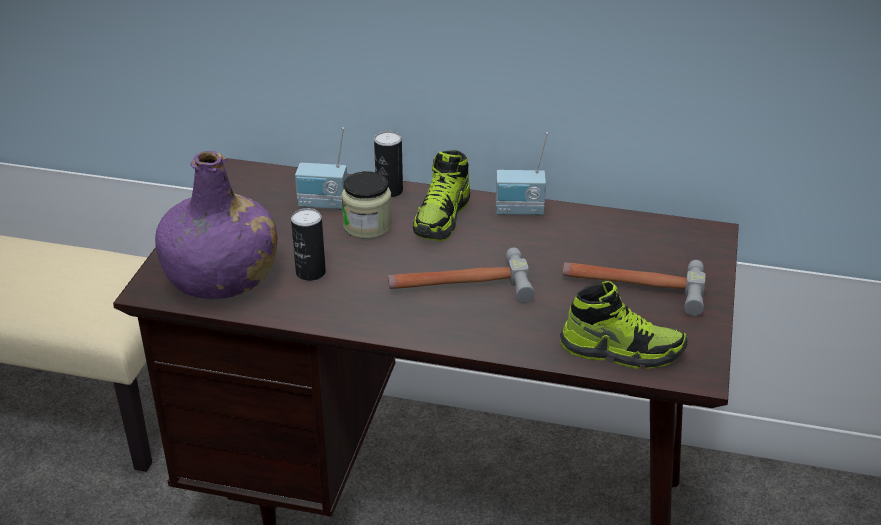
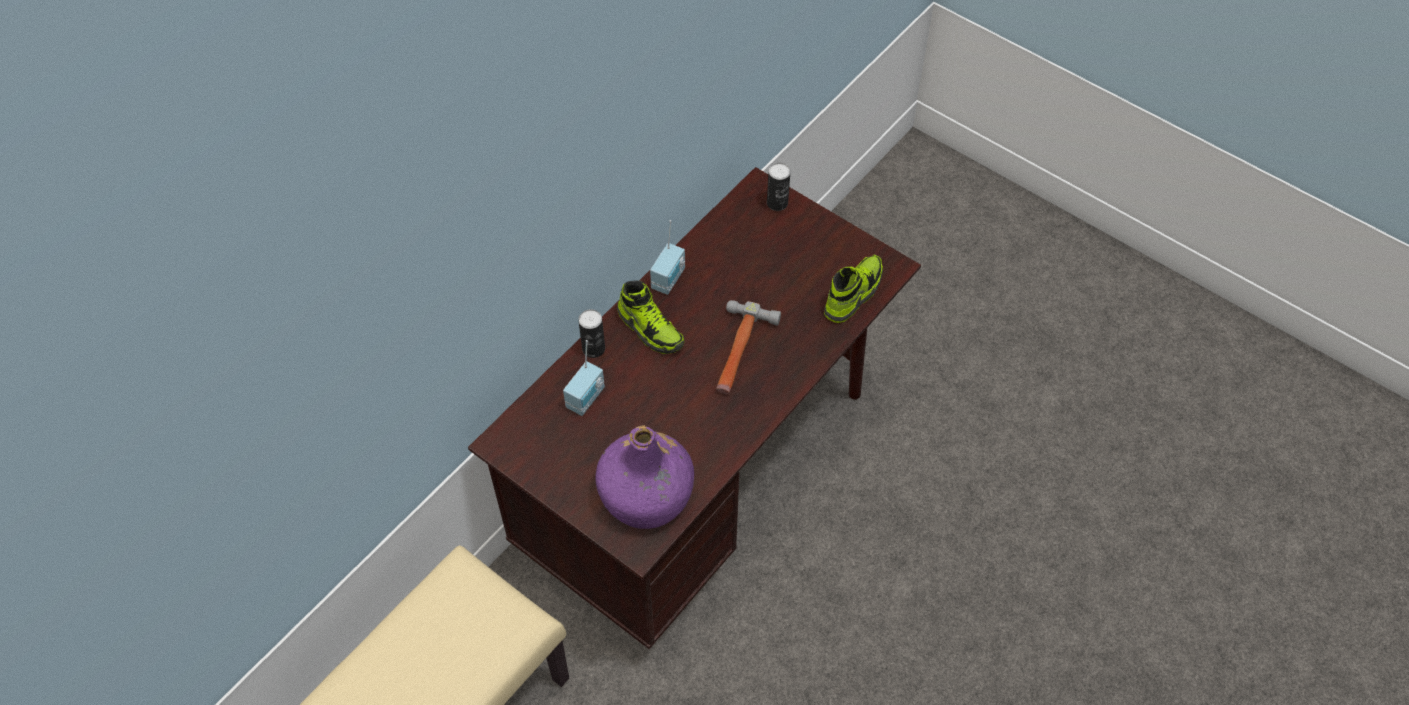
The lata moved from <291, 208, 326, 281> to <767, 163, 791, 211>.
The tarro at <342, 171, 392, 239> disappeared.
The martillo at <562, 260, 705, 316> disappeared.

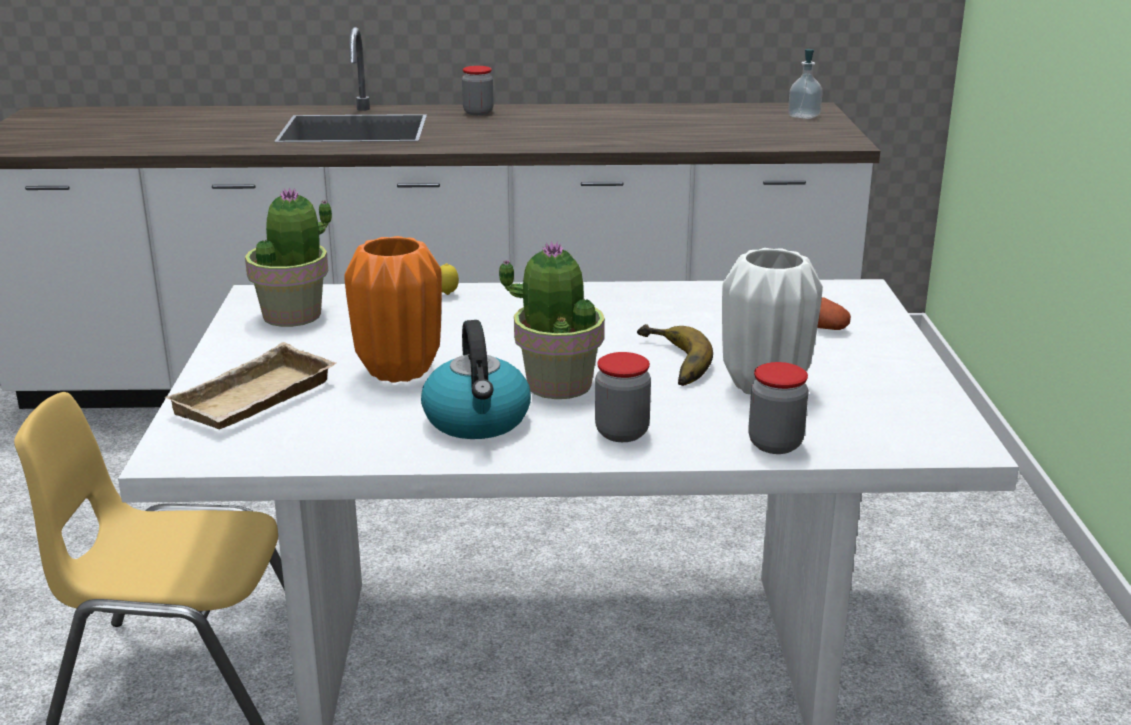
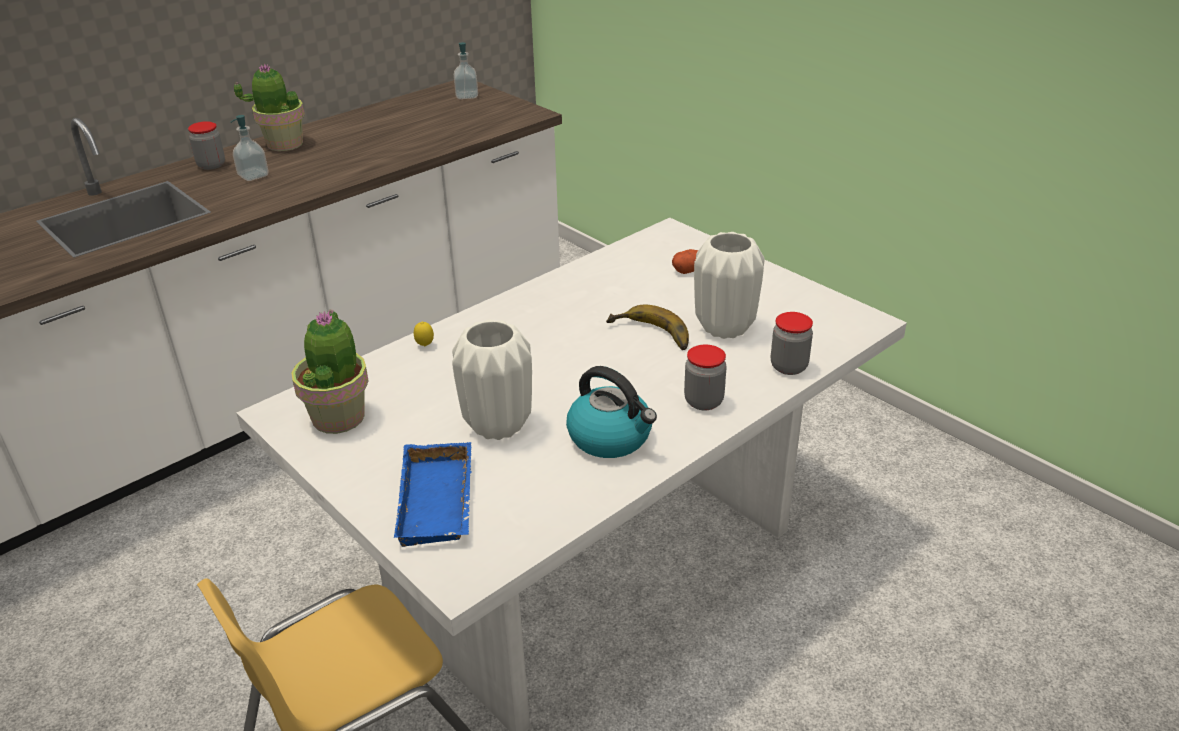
The bandeja [beis] at <164, 342, 336, 429> became the bandeja [azul] at <394, 442, 472, 547>.
The florero [naranja] at <344, 236, 442, 383> became the florero [blanco] at <452, 320, 532, 440>.
The planta en maceta moved from <499, 241, 605, 399> to <234, 63, 305, 151>.
The dispensador de jabón at <231, 115, 268, 181> appeared.

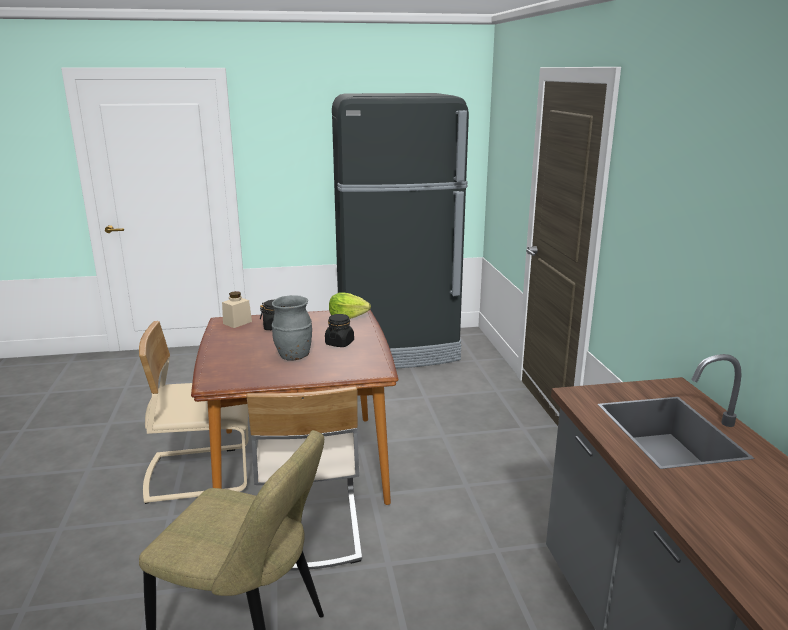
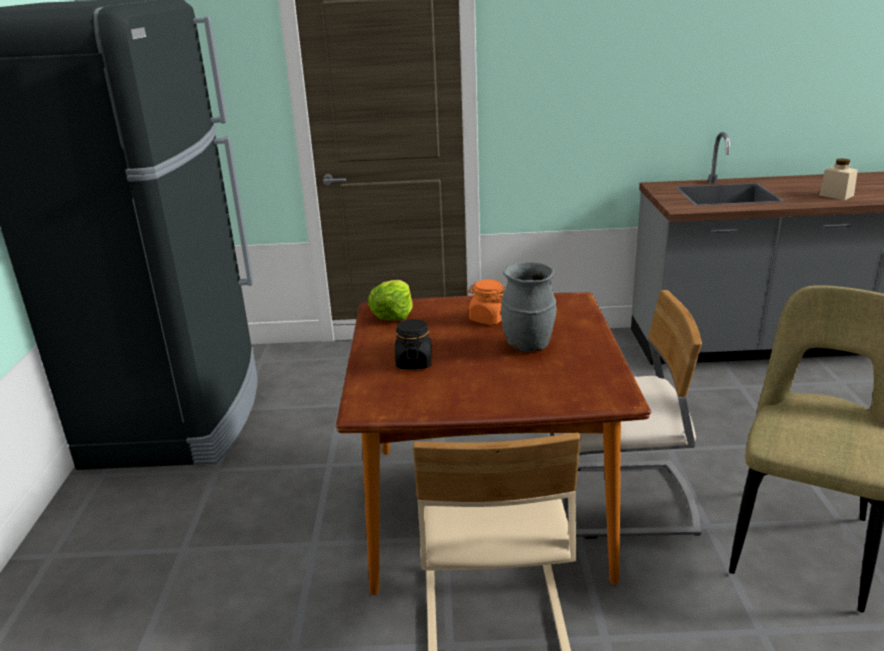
The tarro [beis] moved from <222, 291, 252, 328> to <819, 158, 858, 200>.
The tarro [negro] at <325, 314, 354, 347> became the tarro [naranja] at <468, 279, 505, 325>.

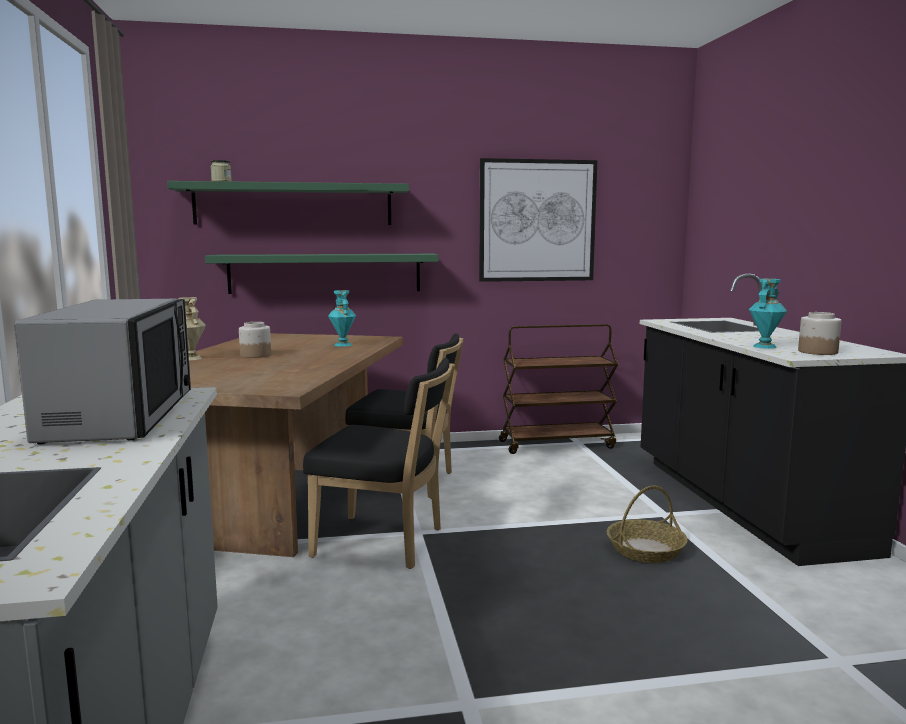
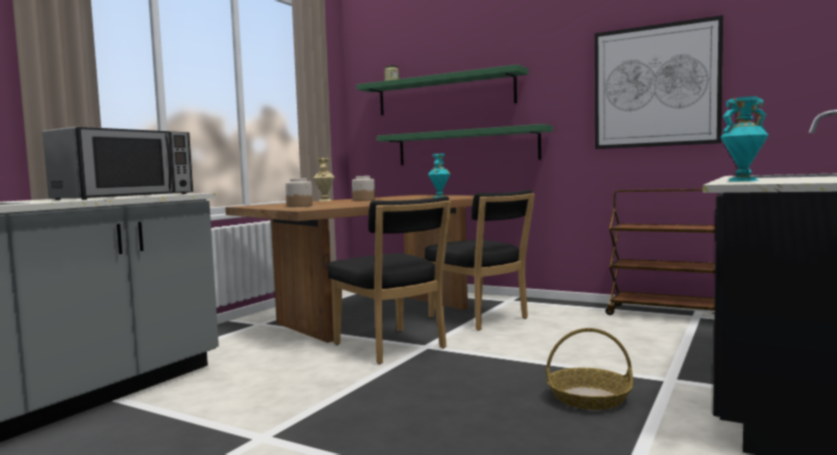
The tarro moved from <798, 312, 841, 355> to <285, 178, 313, 207>.

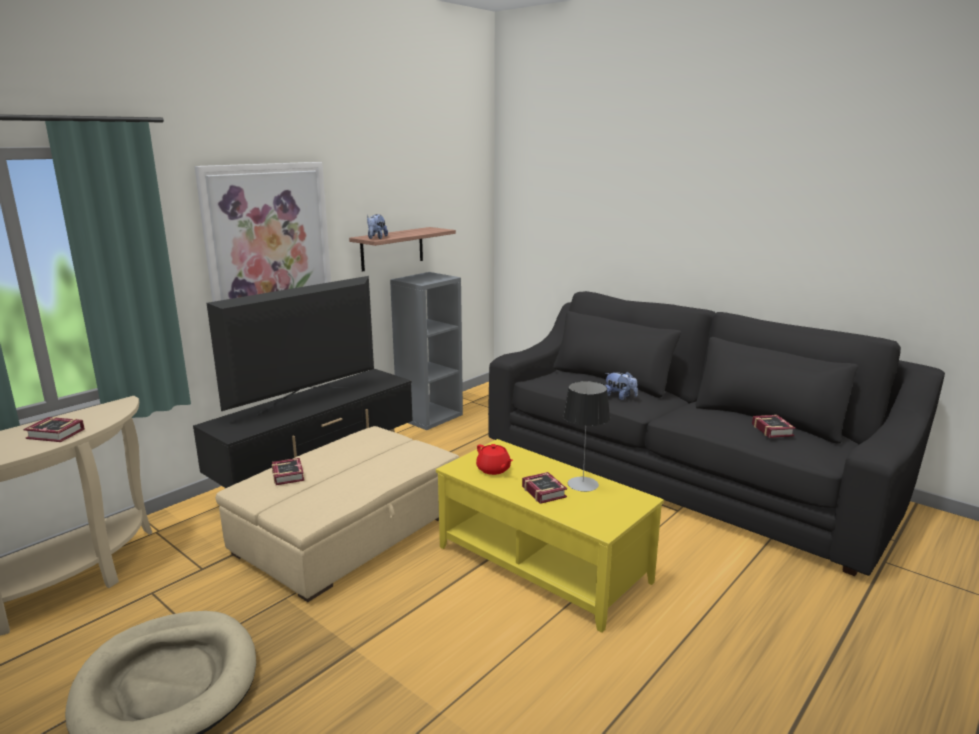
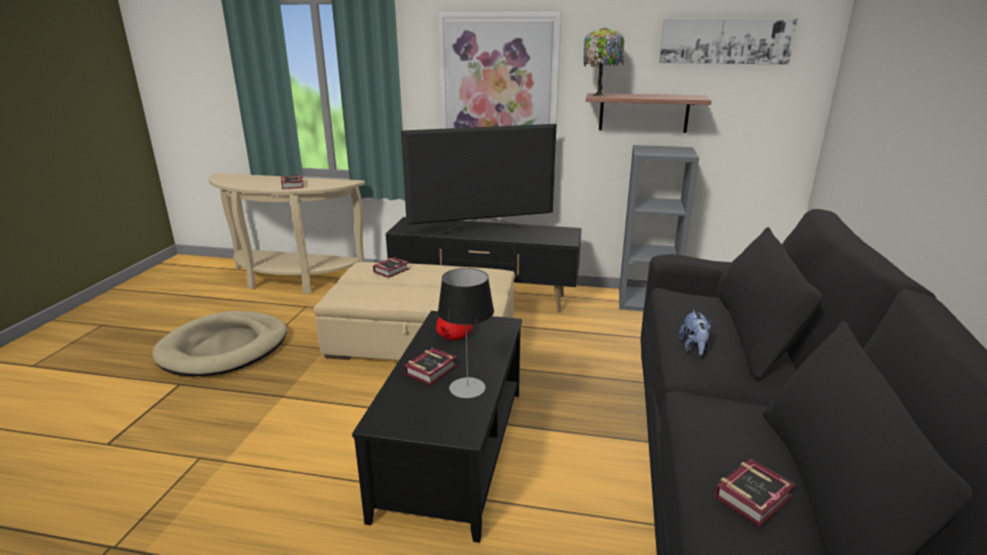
The televisor at <207, 276, 374, 415> turned 150 degrees clockwise.
The peluche at <367, 214, 388, 239> was replaced by the lámpara de mesa at <584, 28, 624, 97>.
The mesa de centro [amarillo] at <436, 439, 664, 633> became the mesa de centro [negro] at <352, 311, 522, 543>.
The cuadro at <659, 19, 797, 65> appeared.

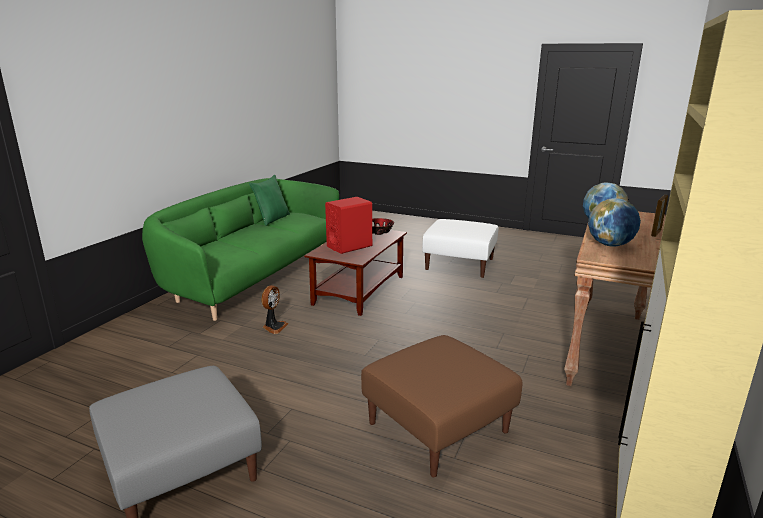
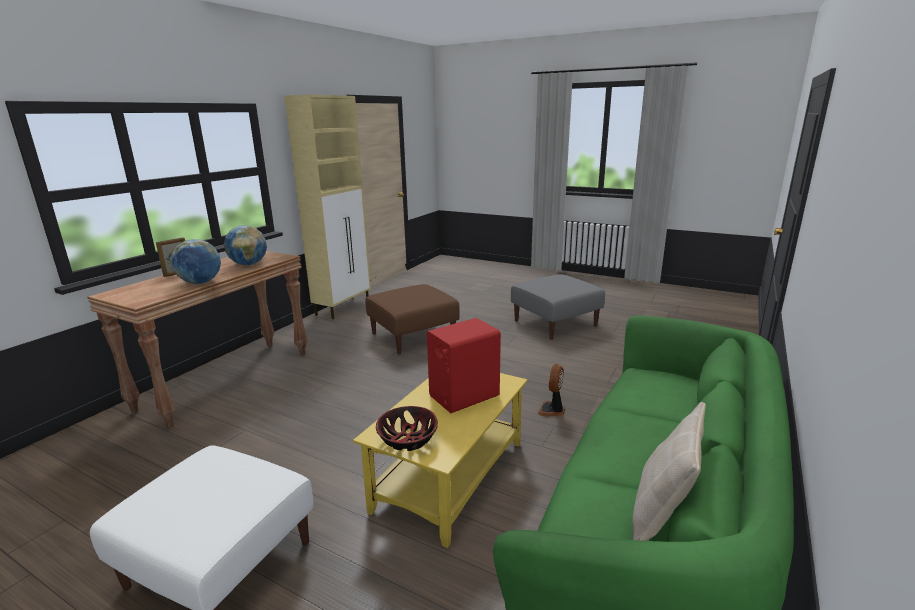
The cojín [verde] at <249, 175, 290, 226> became the cojín [beis] at <632, 402, 706, 541>.
The mesa de centro [marrón] at <304, 230, 407, 316> became the mesa de centro [amarillo] at <353, 373, 528, 548>.

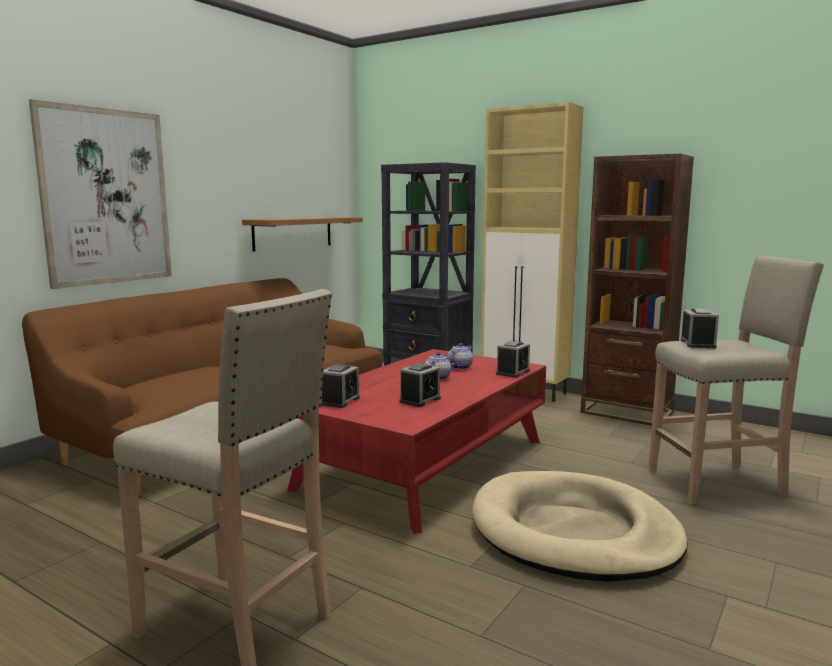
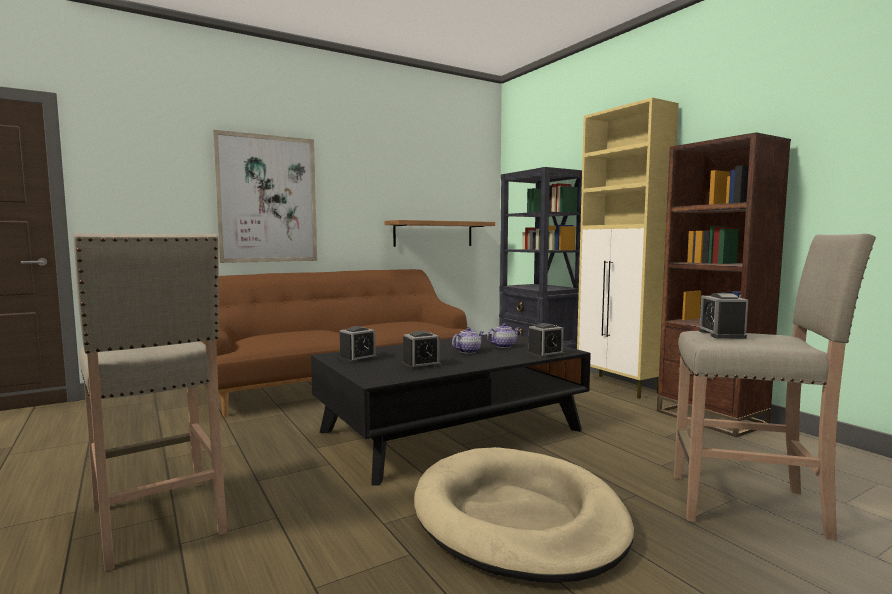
The mesa de centro [rojo] at <287, 349, 546, 534> became the mesa de centro [negro] at <311, 334, 591, 485>.
The despertador at <681, 308, 719, 348> turned 150 degrees clockwise.

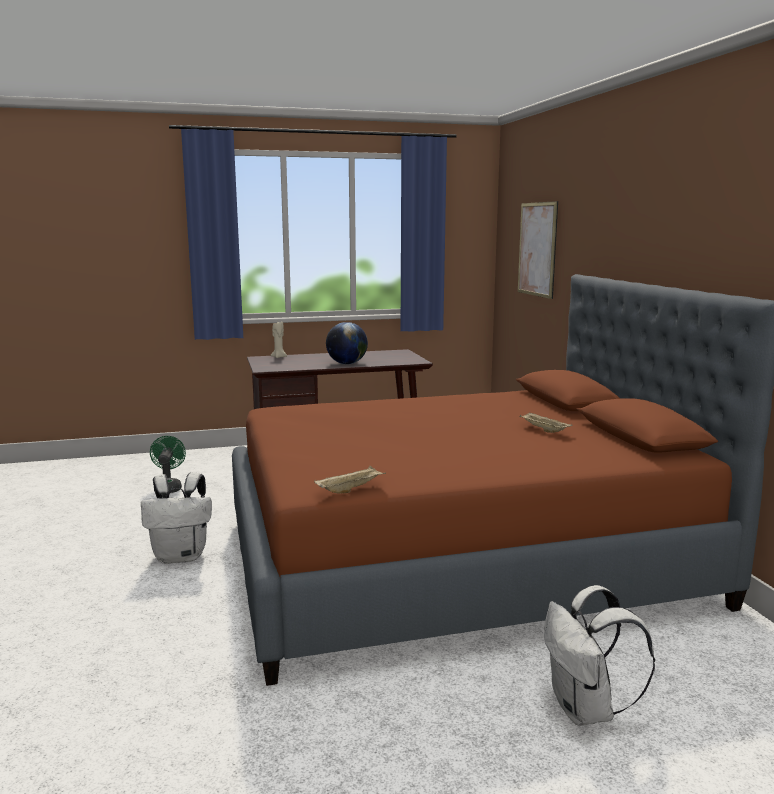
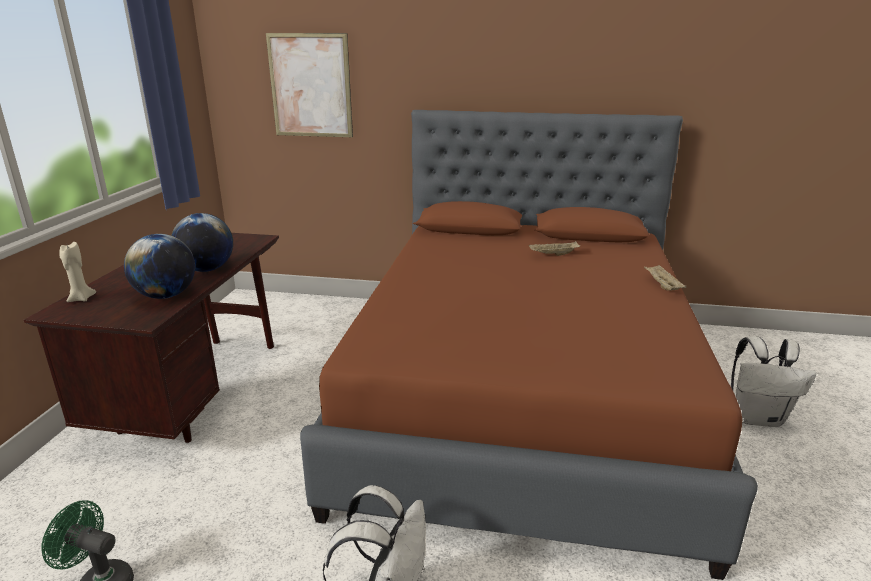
The bandeja [beis] moved from <314, 466, 386, 494> to <644, 265, 686, 291>.
The globo terráqueo at <124, 234, 195, 299> appeared.

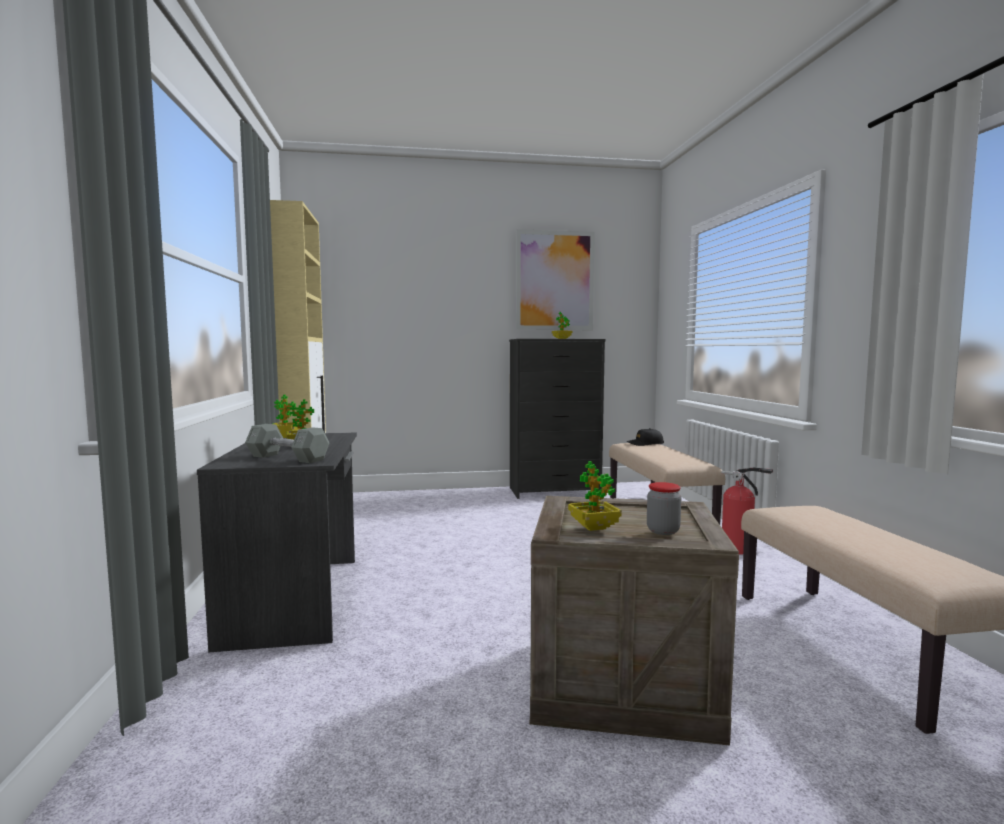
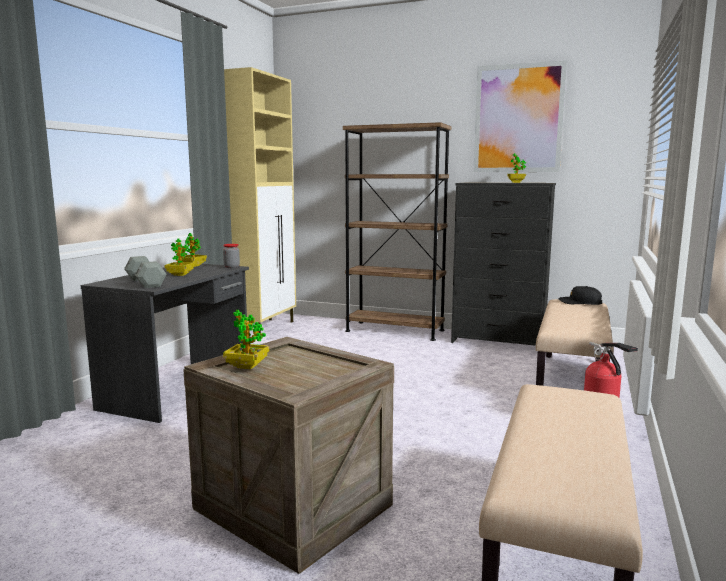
The tarro moved from <647, 482, 681, 535> to <223, 244, 240, 268>.
The estantería [marrón] at <343, 122, 451, 341> appeared.

